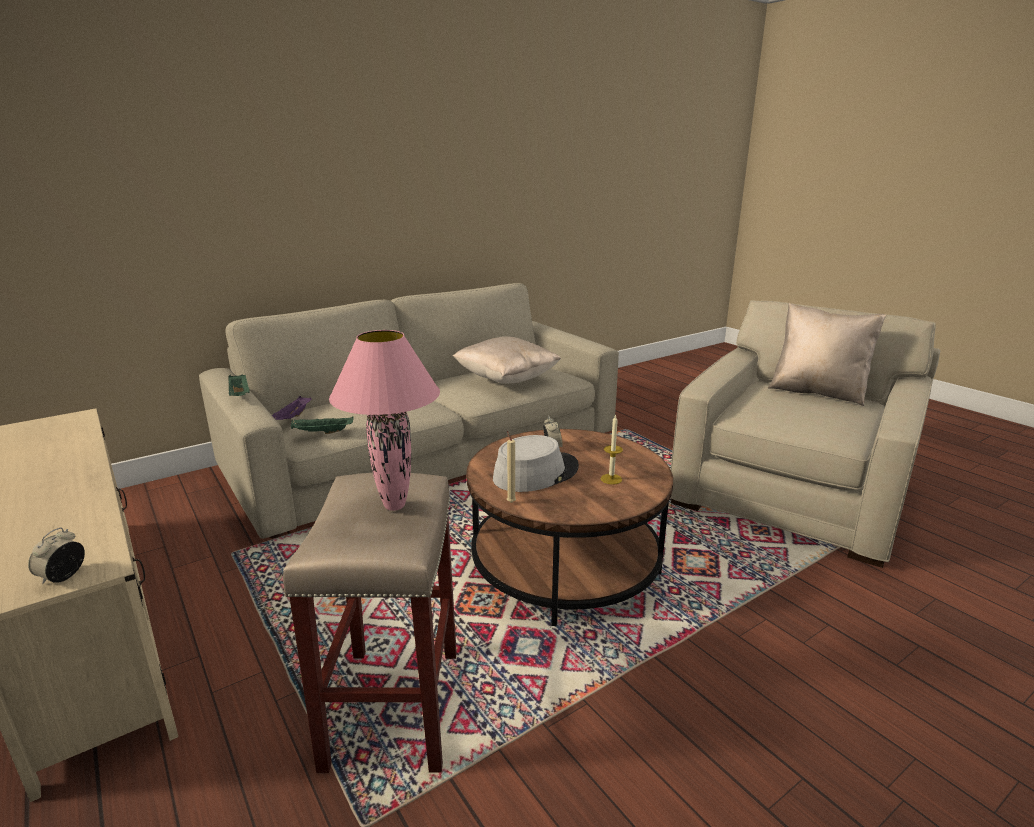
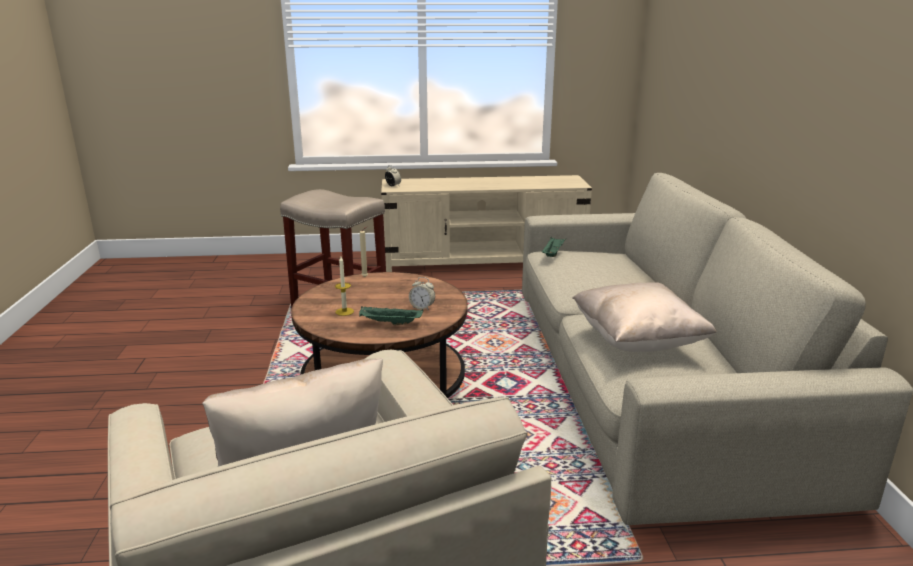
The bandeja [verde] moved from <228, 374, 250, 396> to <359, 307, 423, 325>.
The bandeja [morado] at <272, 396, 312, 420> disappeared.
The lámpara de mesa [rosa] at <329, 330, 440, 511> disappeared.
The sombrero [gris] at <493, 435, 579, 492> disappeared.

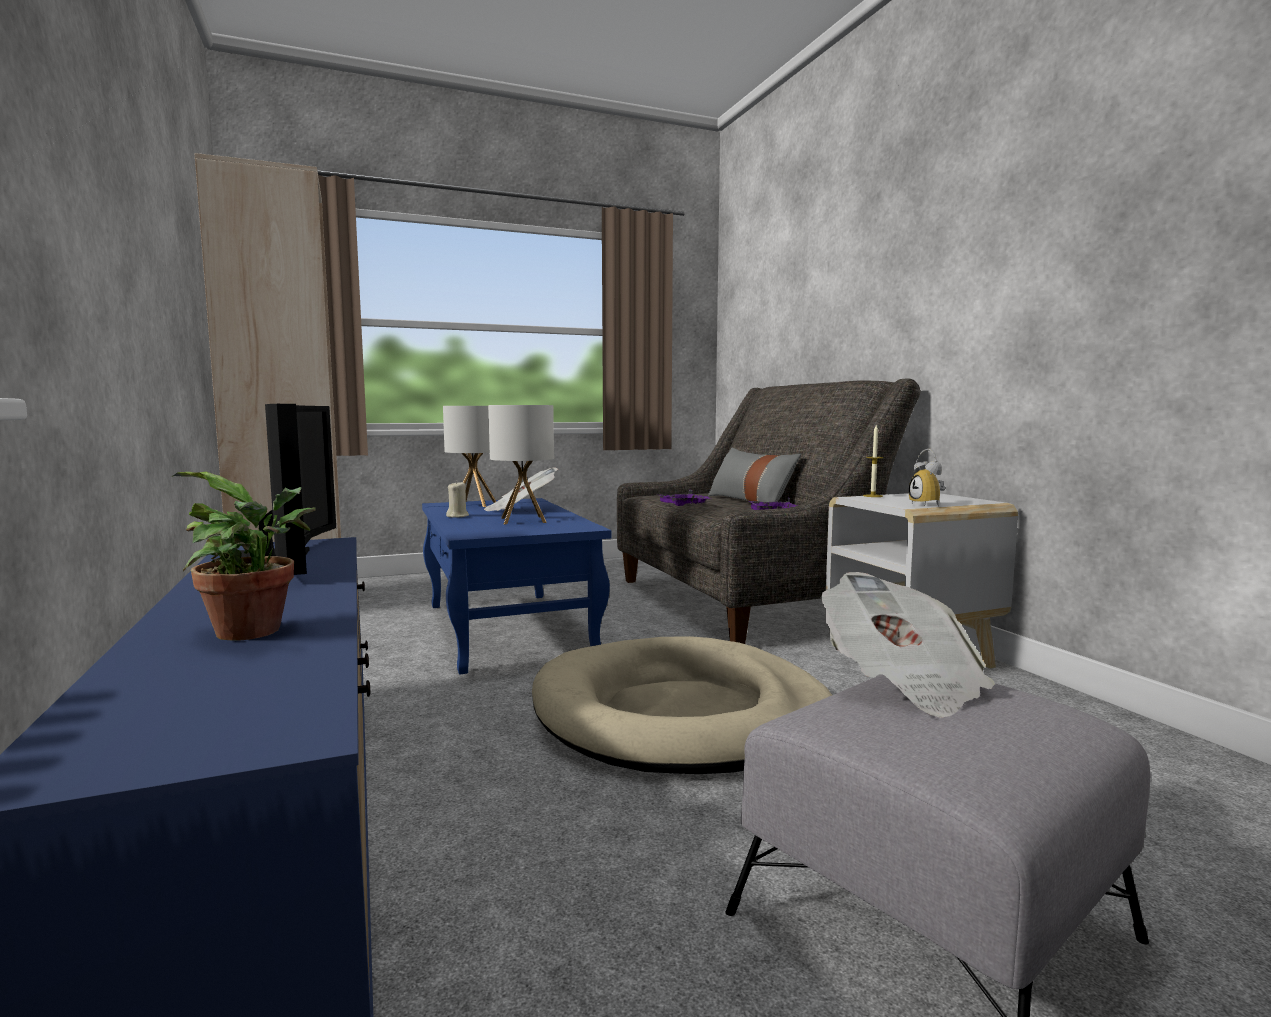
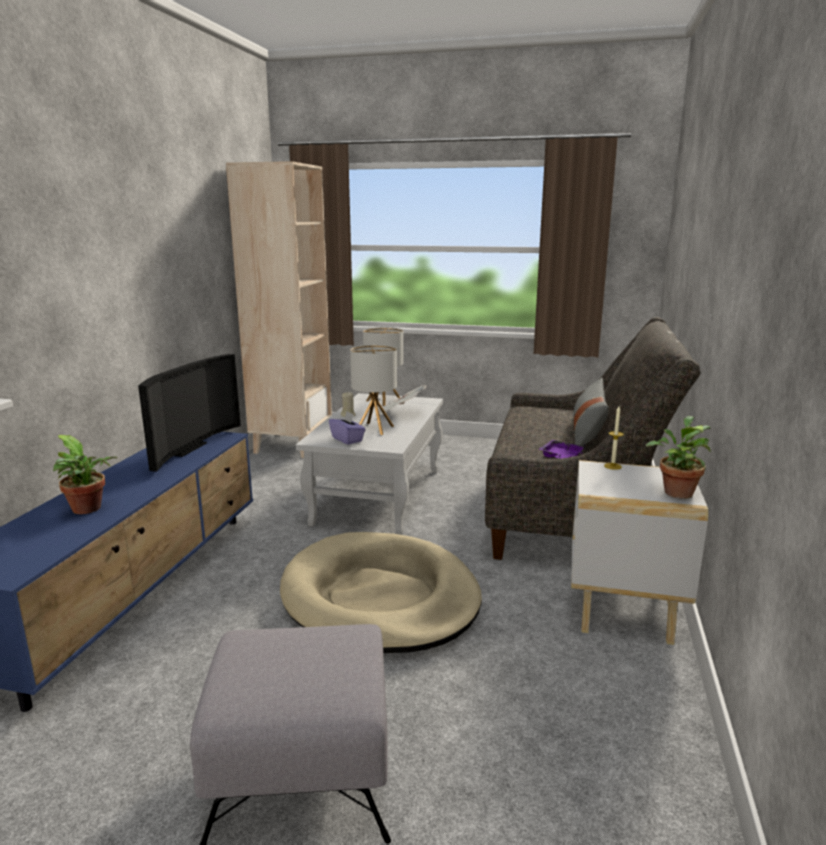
The mesa de centro [azul] at <422, 498, 611, 674> became the mesa de centro [blanco] at <296, 393, 443, 535>.
The bandeja [morado] at <660, 490, 710, 506> disappeared.
The periódico at <820, 572, 995, 718> disappeared.
The despertador at <909, 449, 946, 507> disappeared.
The caja de pañuelos [morado] at <329, 411, 366, 445> appeared.
The planta en maceta at <646, 416, 711, 499> appeared.

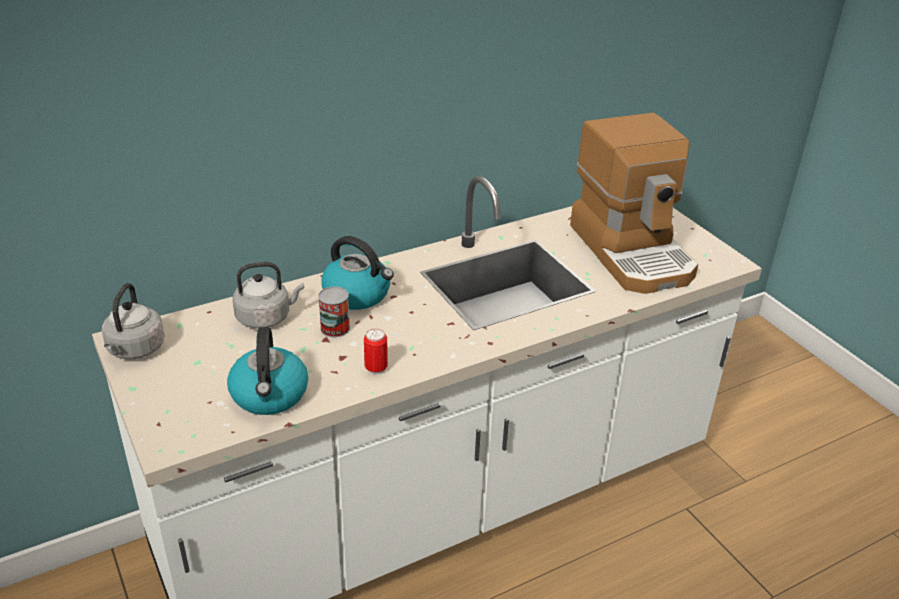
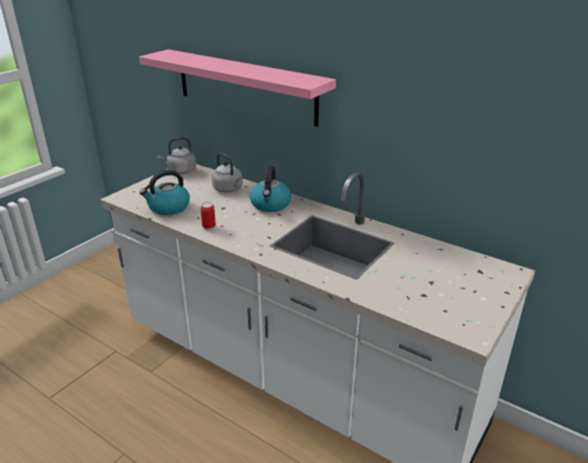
The lata at <318, 286, 350, 337> disappeared.
The cafetera at <570, 113, 698, 294> disappeared.
The estante [rosa] at <139, 49, 336, 127> appeared.

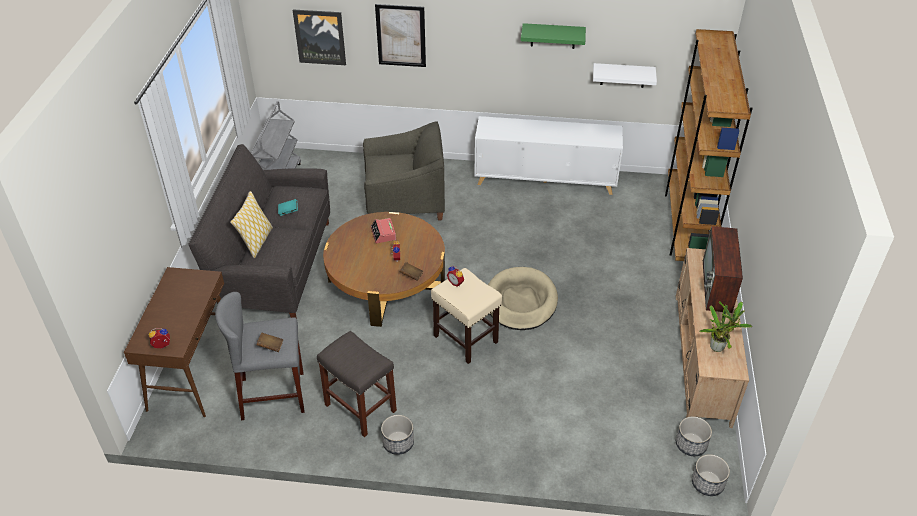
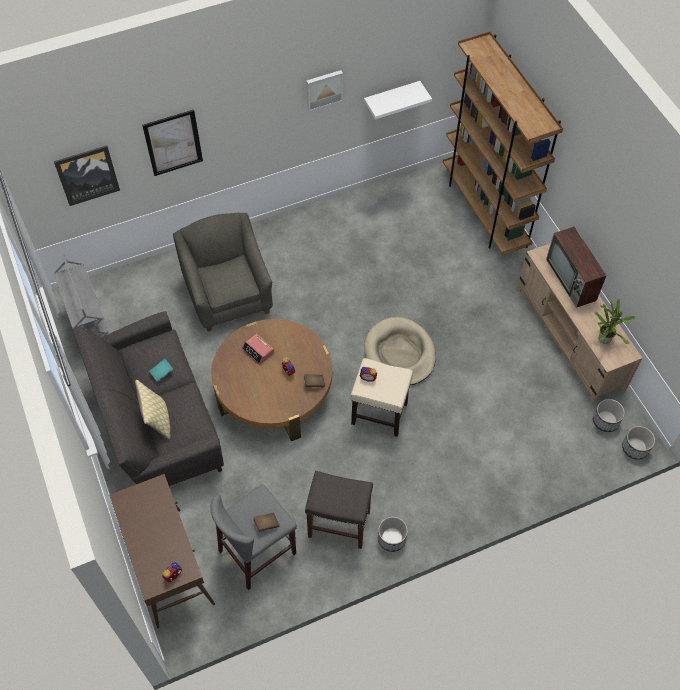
The sillón [gris] at <363, 121, 445, 221> turned 75 degrees counterclockwise.
The armario [blanco] at <474, 116, 623, 195> disappeared.
The estante [verde] at <521, 23, 586, 49> was replaced by the cuadro at <306, 70, 343, 111>.

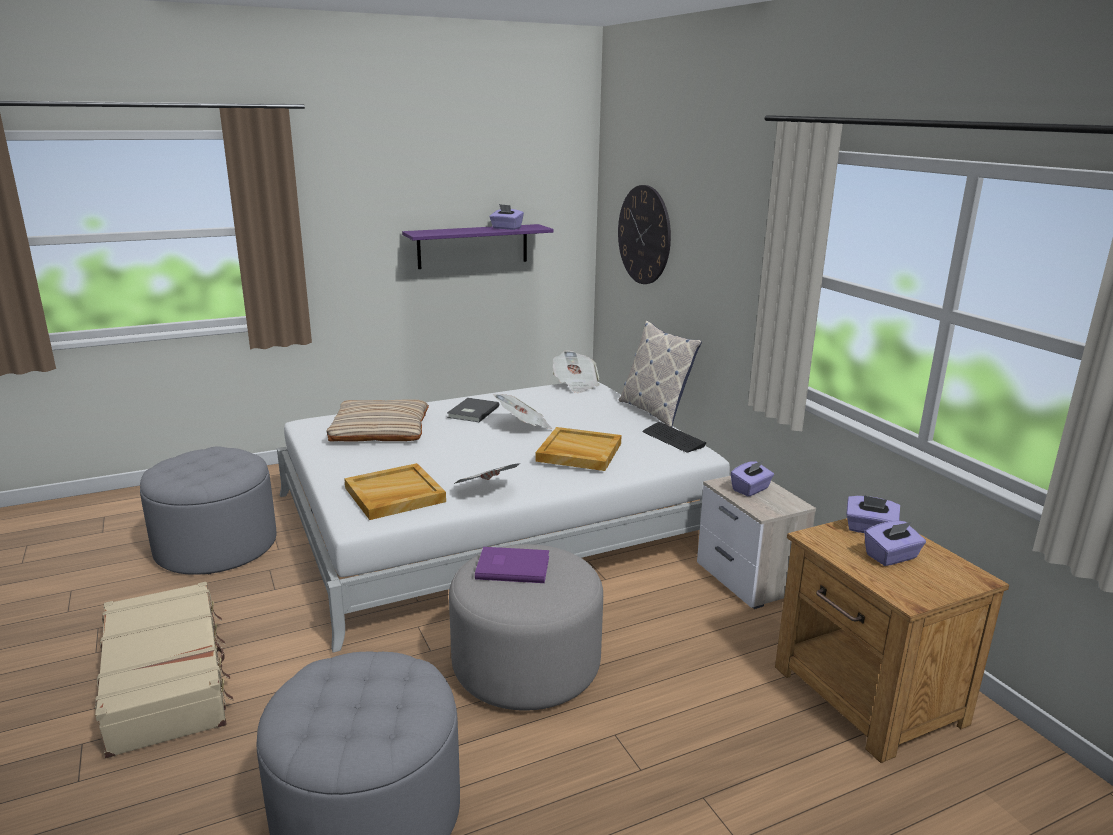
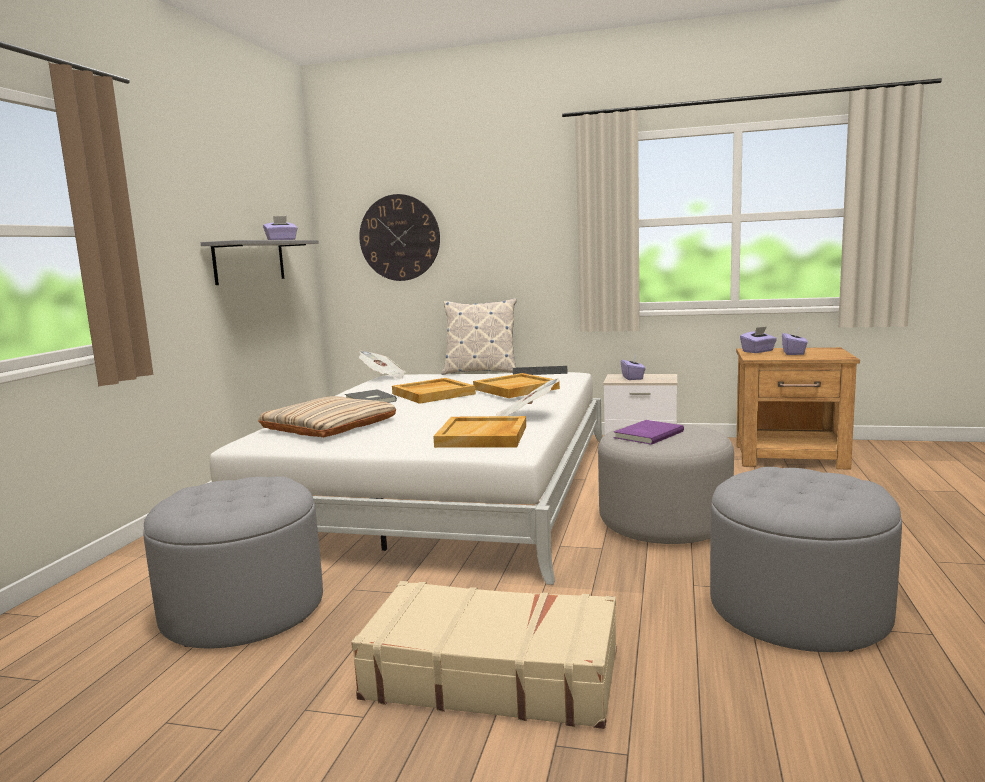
The estante [morado] at <402, 224, 554, 269> became the estante [gris] at <201, 240, 319, 285>.
The periódico at <493, 394, 553, 429> was replaced by the bandeja [beis] at <392, 378, 476, 404>.

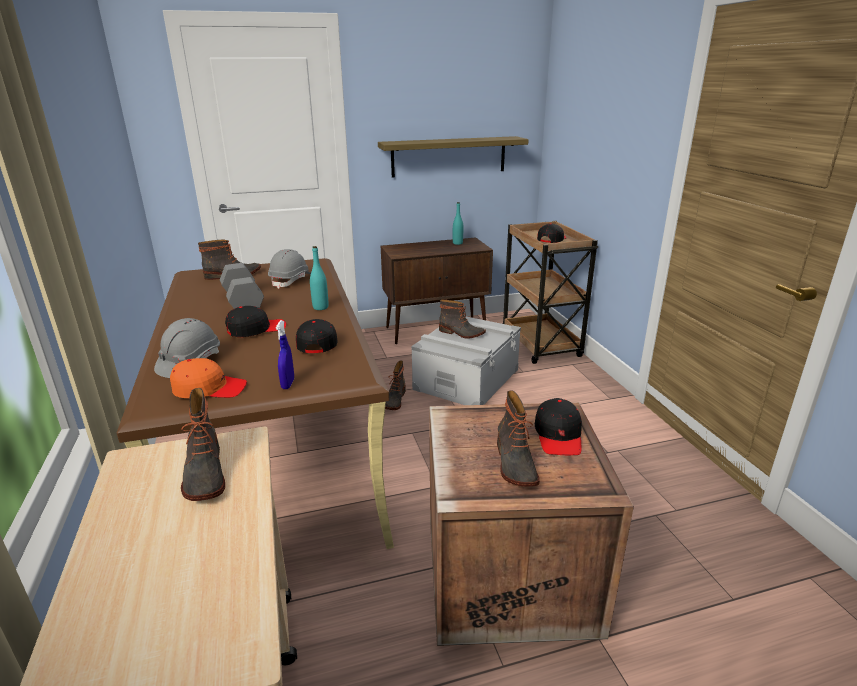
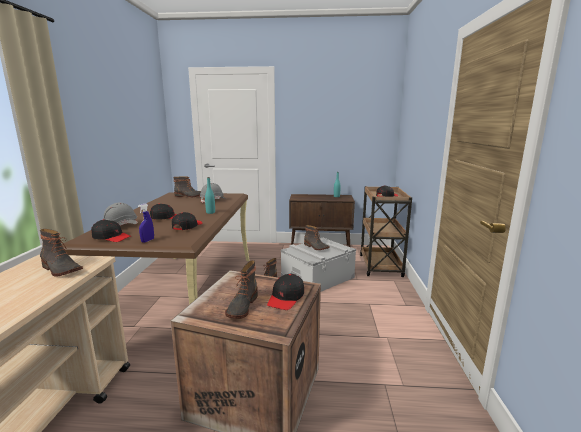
The gorra [naranja] at <170, 358, 247, 398> became the gorra [negro] at <91, 219, 131, 242>.
The bota at <181, 388, 225, 501> turned 60 degrees counterclockwise.
The mancuerna [gris] at <220, 263, 264, 309> disappeared.
The estante at <378, 136, 529, 177> disappeared.

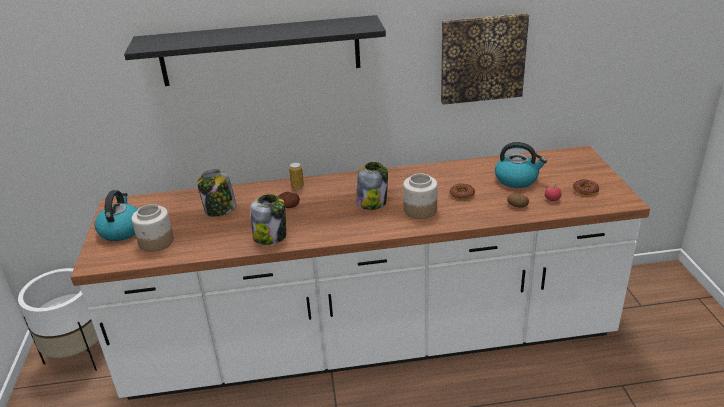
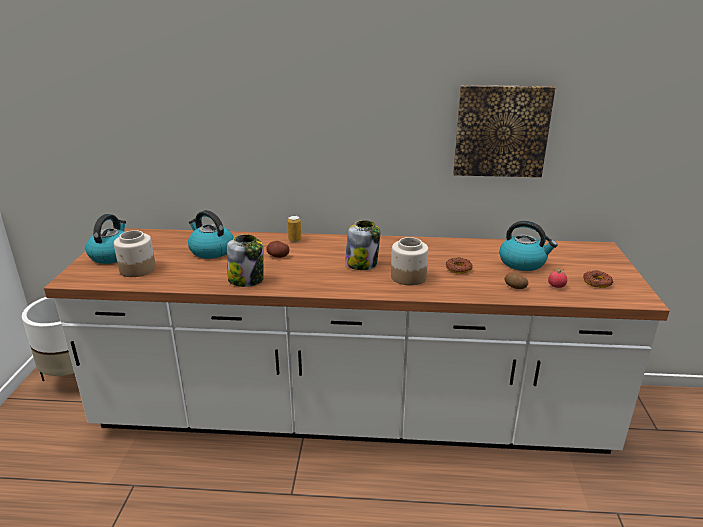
The estante [negro] at <124, 15, 386, 86> disappeared.
The tarro at <197, 169, 237, 217> was replaced by the hervidor at <188, 210, 234, 259>.

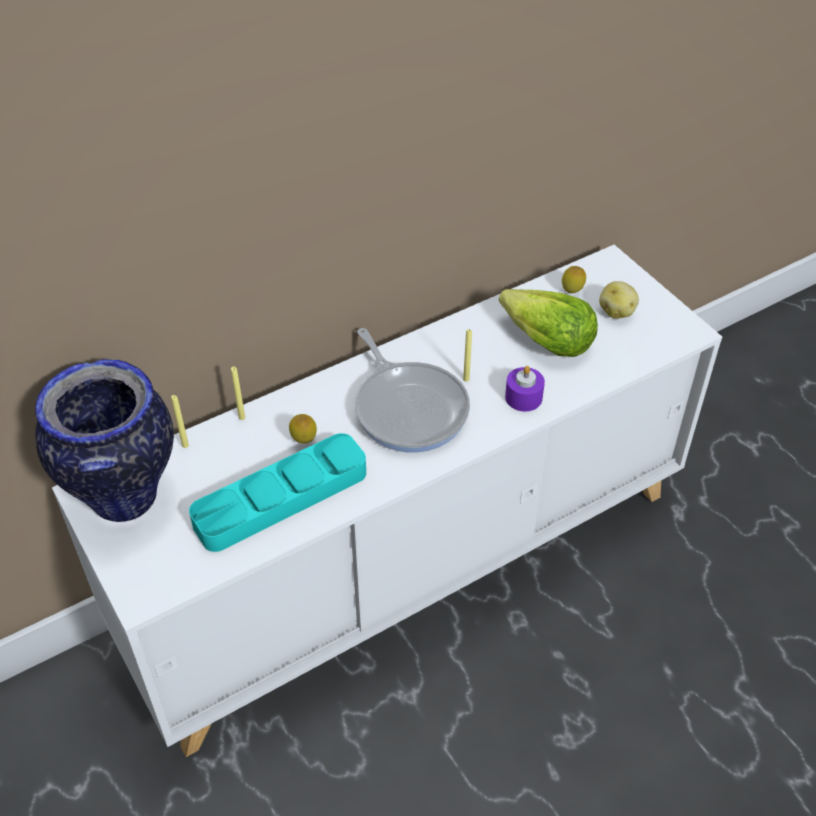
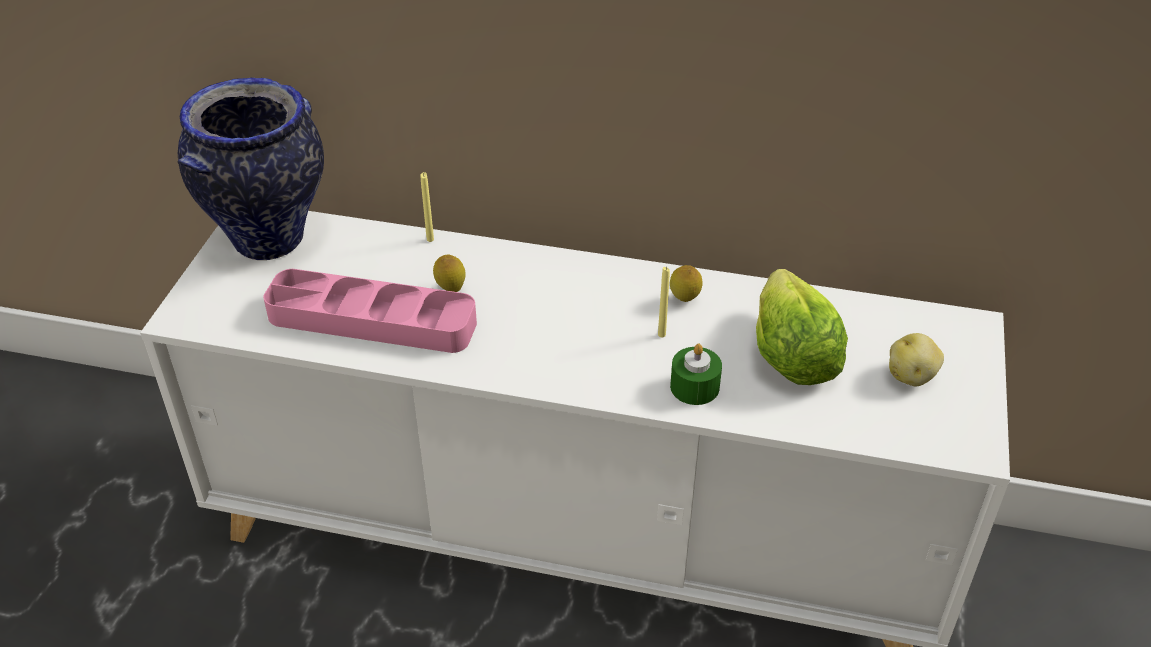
The vela [amarillo] at <171, 395, 189, 448> disappeared.
The bandeja [turquesa] at <189, 433, 366, 552> became the bandeja [rosa] at <263, 269, 477, 353>.
The sartén at <355, 328, 470, 453> disappeared.
The vela [morado] at <505, 366, 545, 412> became the vela [verde] at <670, 344, 722, 405>.
The limón moved from <562, 266, 586, 293> to <670, 265, 702, 302>.

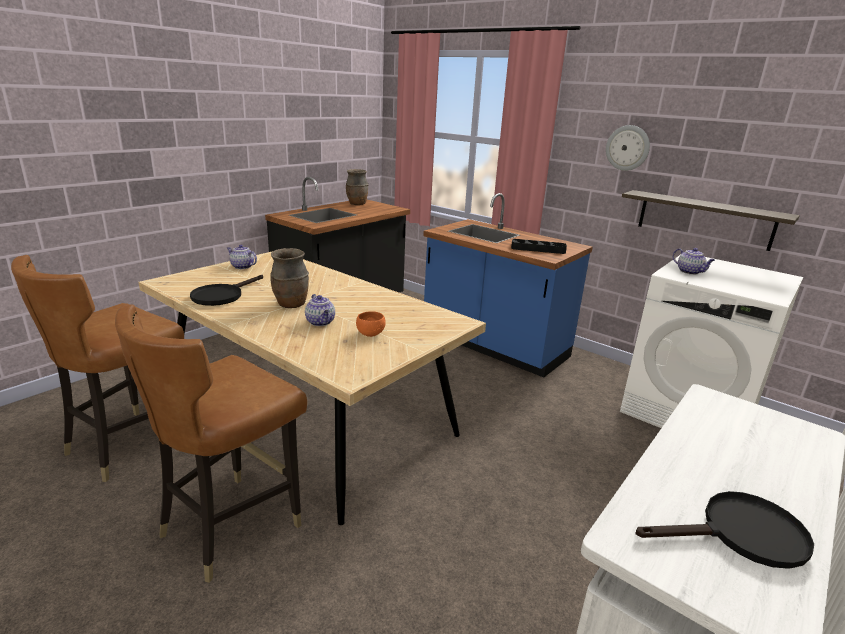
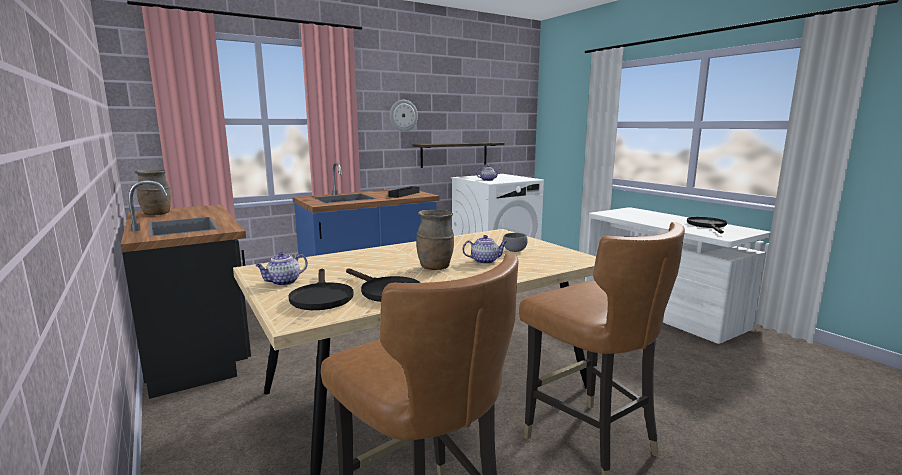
The cuenco [naranja] at <356, 311, 386, 337> became the cuenco [gris] at <503, 233, 528, 252>.
The sartén [negro] at <288, 269, 354, 310> appeared.

